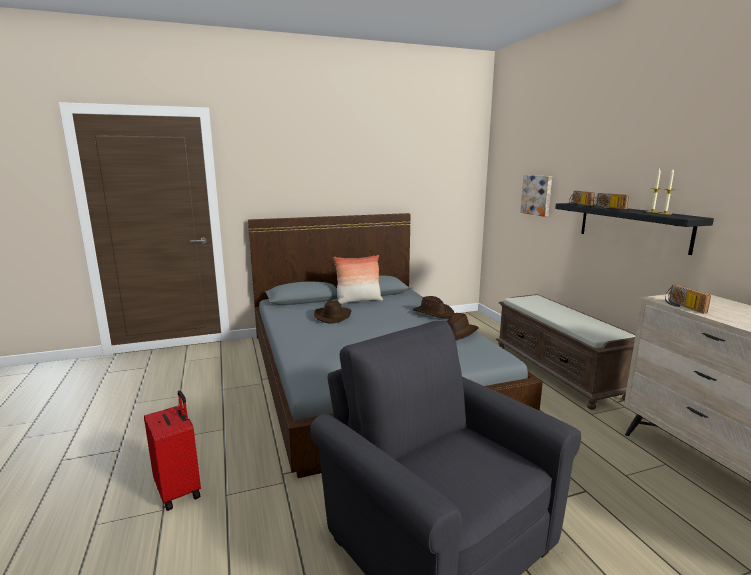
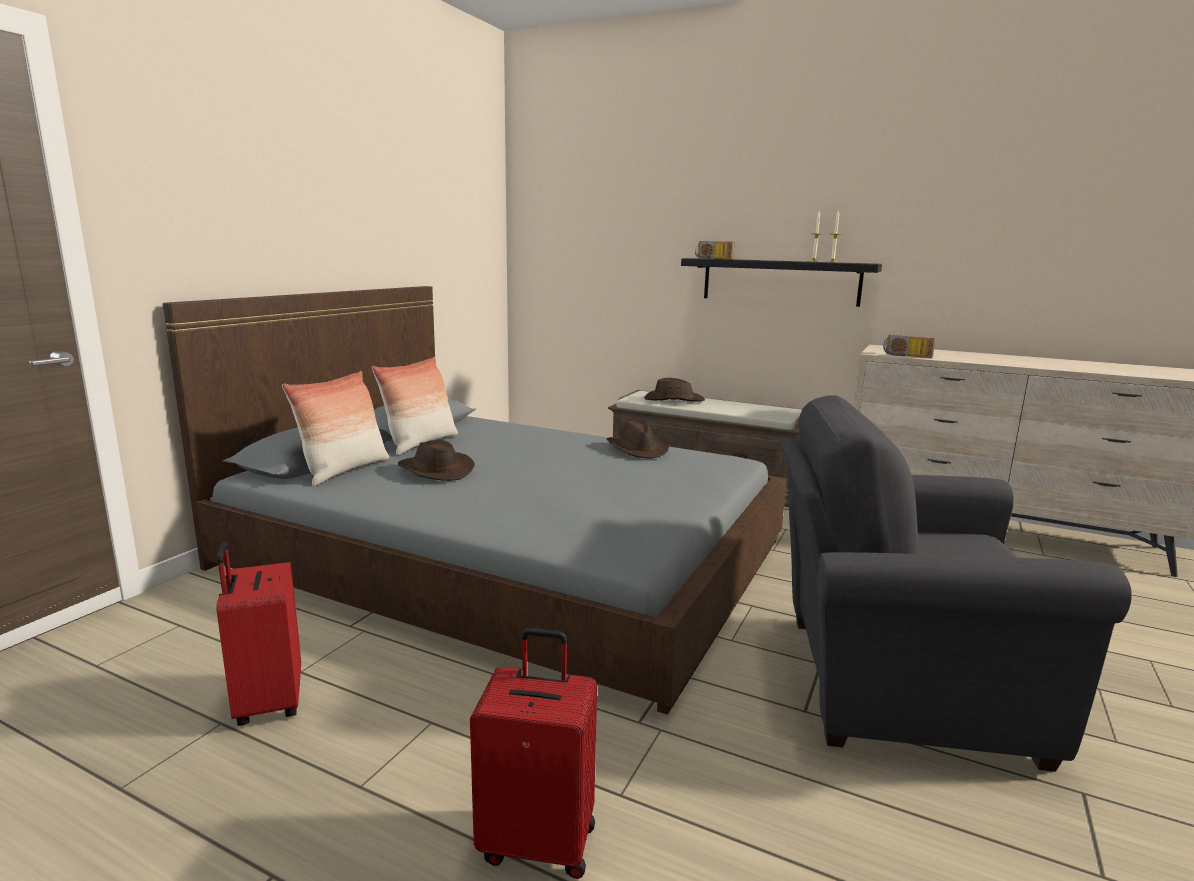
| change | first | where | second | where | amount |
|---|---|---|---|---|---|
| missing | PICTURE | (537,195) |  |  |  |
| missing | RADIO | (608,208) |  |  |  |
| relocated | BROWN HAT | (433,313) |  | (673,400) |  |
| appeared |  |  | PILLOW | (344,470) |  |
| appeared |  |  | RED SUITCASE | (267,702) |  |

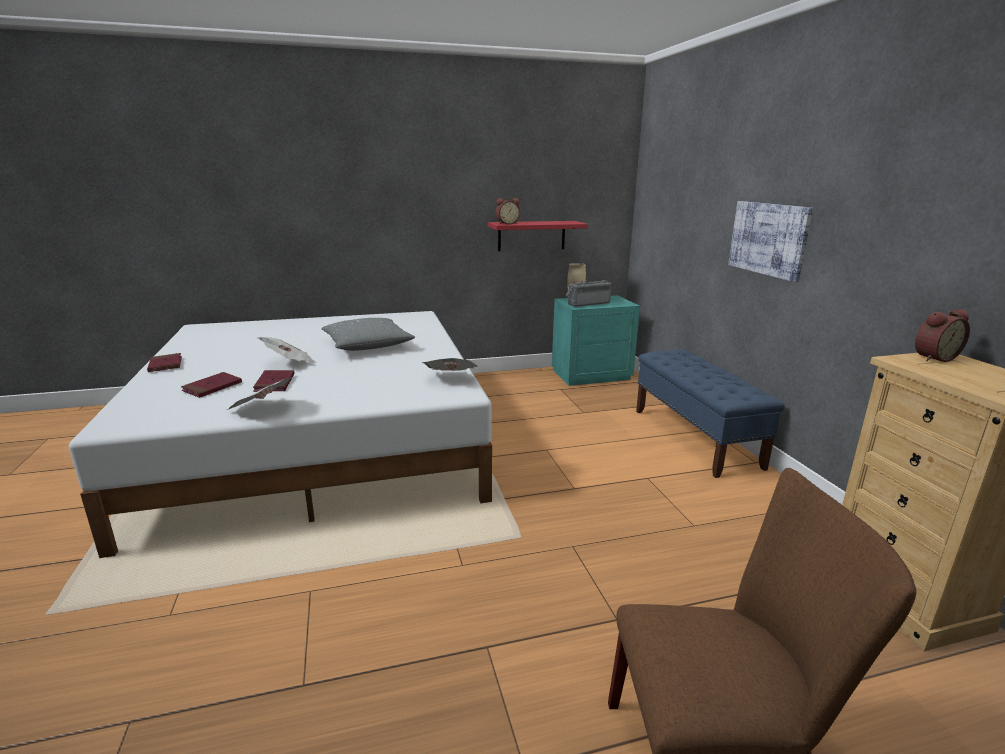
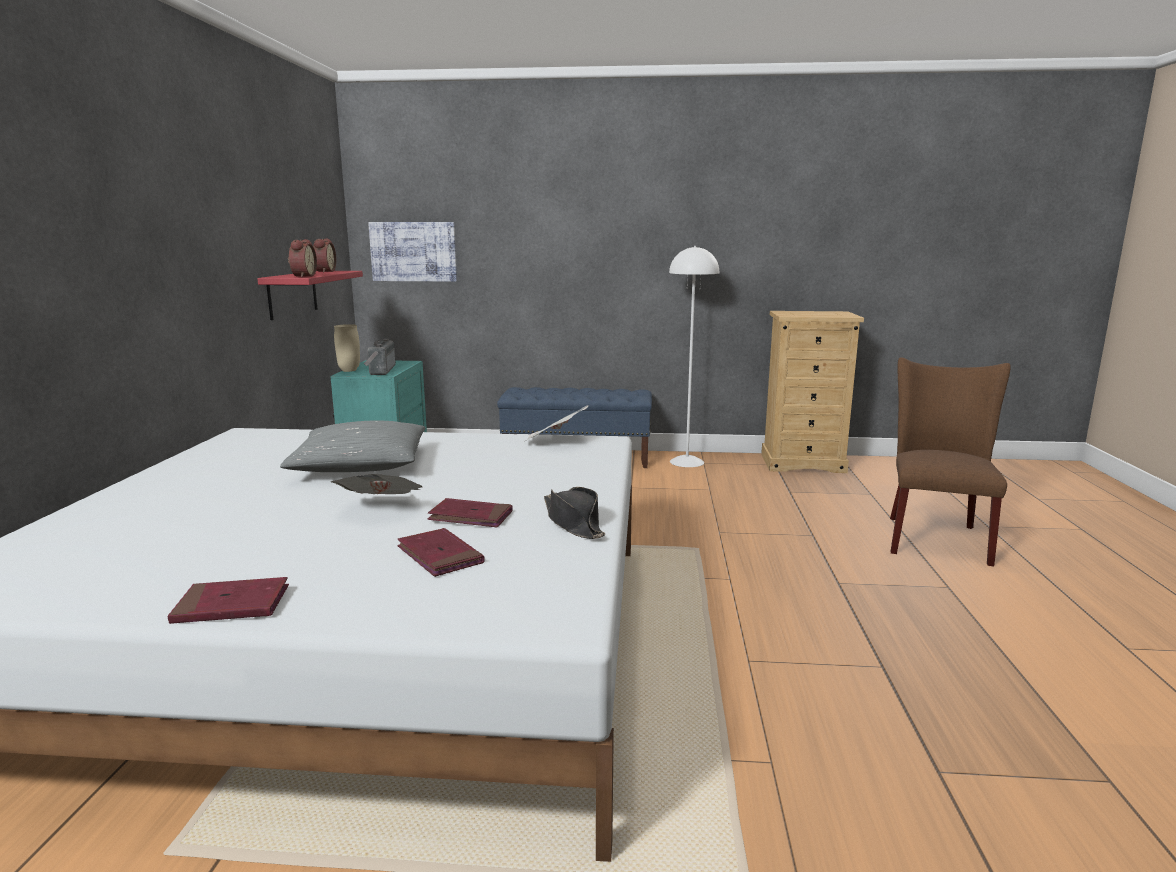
| change | first | where | second | where | amount |
|---|---|---|---|---|---|
| relocated | PICTURE | (768,239) |  | (413,251) |  |
| relocated | ALARM CLOCK | (932,357) |  | (323,271) |  |
| exchanged | NEWSPAPER | (262,409) | BLACK HAT | (573,523) |  |
| appeared |  |  | WHITE FLOOR LAMP | (687,462) |  |

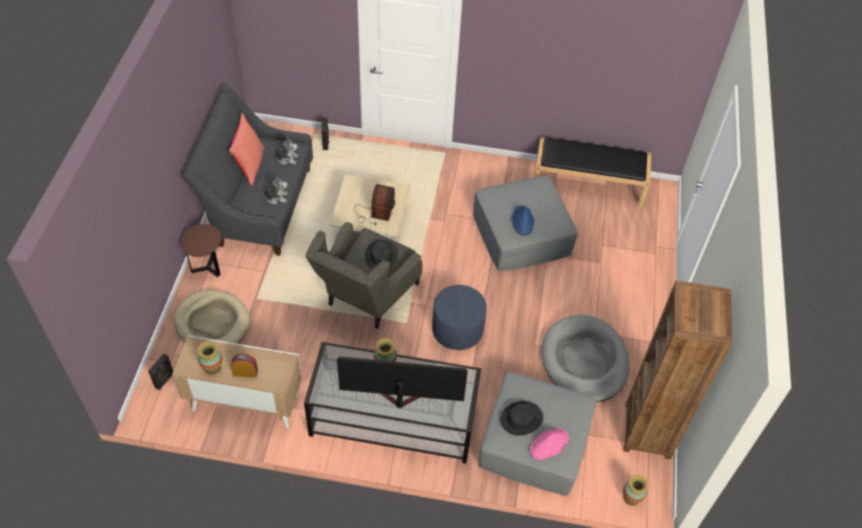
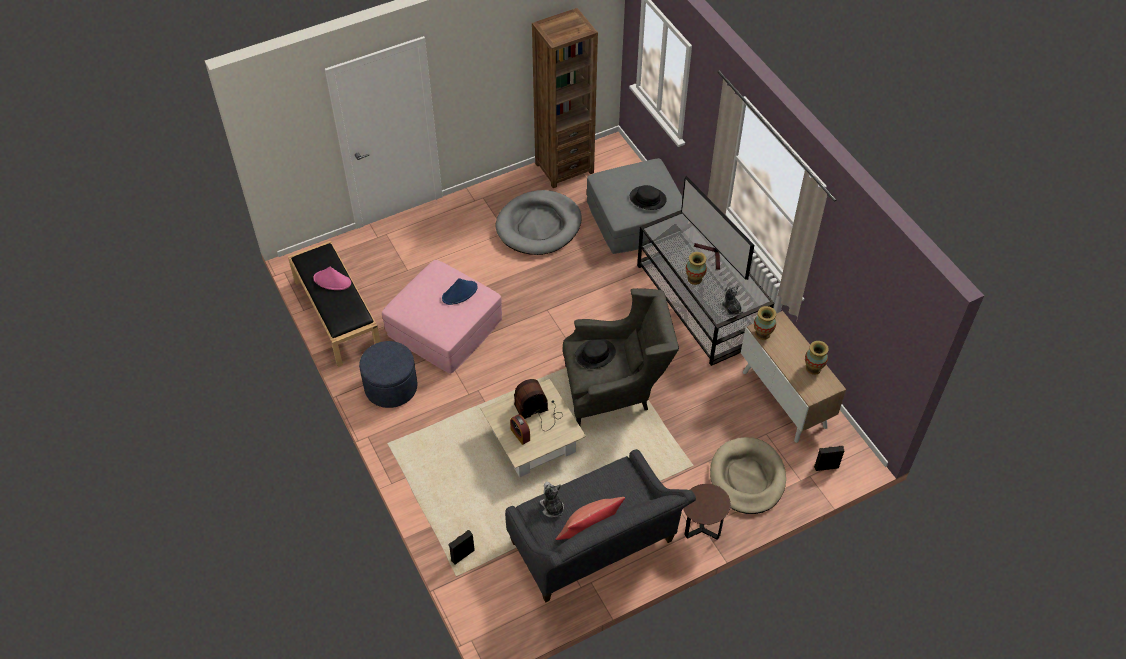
| change | first | where | second | where | amount |
|---|---|---|---|---|---|
| relocated | PLUSH TOY | (276,197) |  | (730,309) |  |
| colour | GREY OTTOMAN | (521,235) | PINK OTTOMAN | (445,327) |  |
| relocated | BLUE OTTOMAN | (457,329) |  | (391,387) |  |
| relocated | ALARM CLOCK | (245,372) |  | (520,434) |  |
| relocated | PINK HAT | (549,444) |  | (332,281) |  |
| relocated | VASE | (631,498) |  | (762,333) |  |

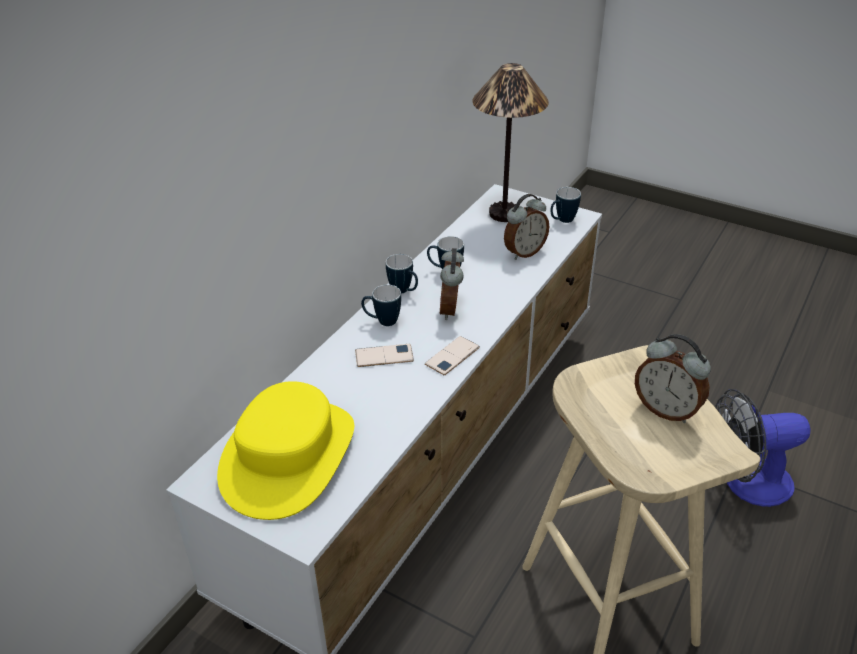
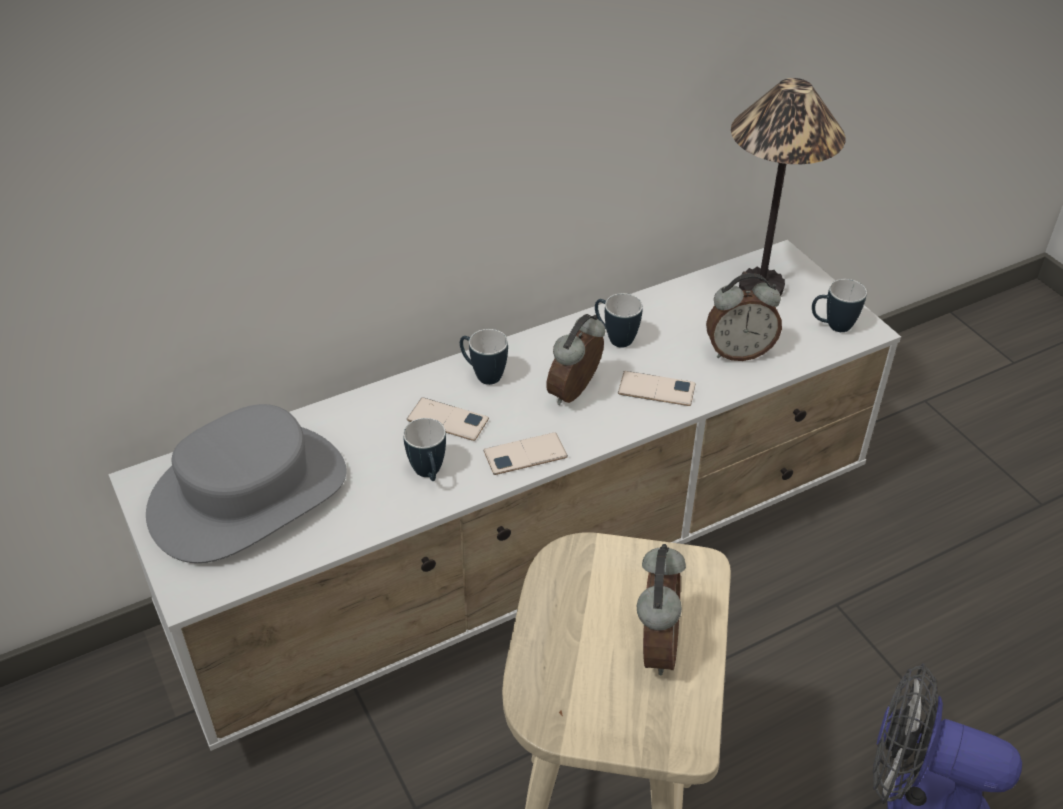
| change | first | where | second | where | amount |
|---|---|---|---|---|---|
| relocated | MUG | (404,291) |  | (429,475) |  |
| spun | ALARM CLOCK | (666,410) |  | (654,646) | 150 degrees counterclockwise |
| colour | YELLOW HAT | (288,456) | GREY HAT | (248,494) |  |
| appeared |  |  | PHONE | (656,389) |  |

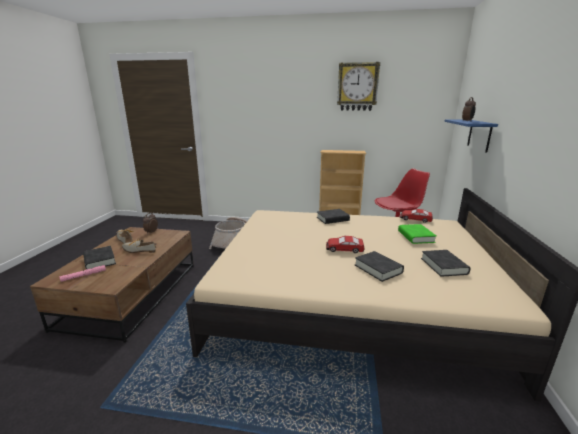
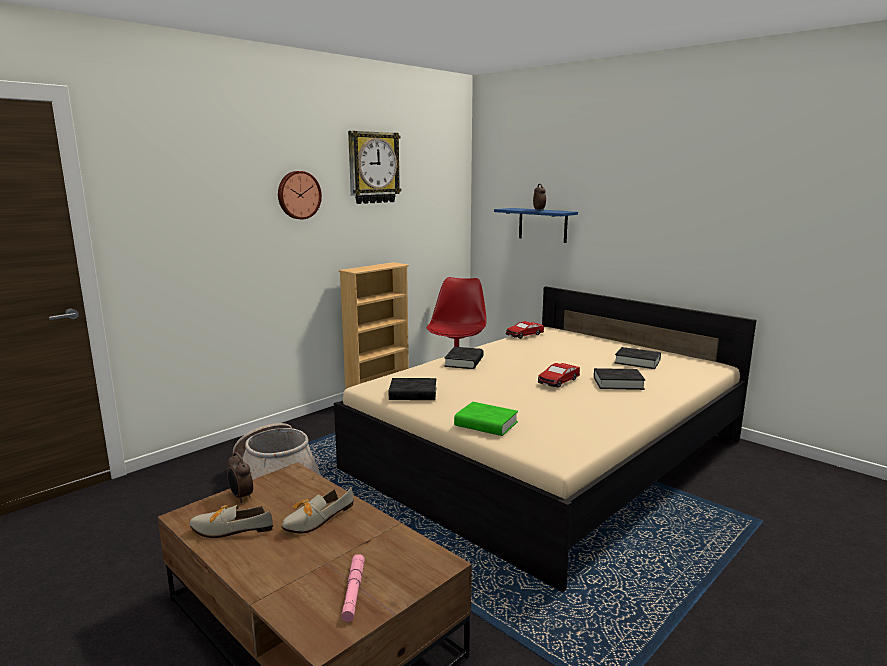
| change | first | where | second | where | amount |
|---|---|---|---|---|---|
| relocated | GREEN BOOK | (415,237) |  | (486,424) |  |
| relocated | BLACK BOOK | (99,261) |  | (413,394) |  |
| appeared |  |  | WALL CLOCK | (298,195) |  |

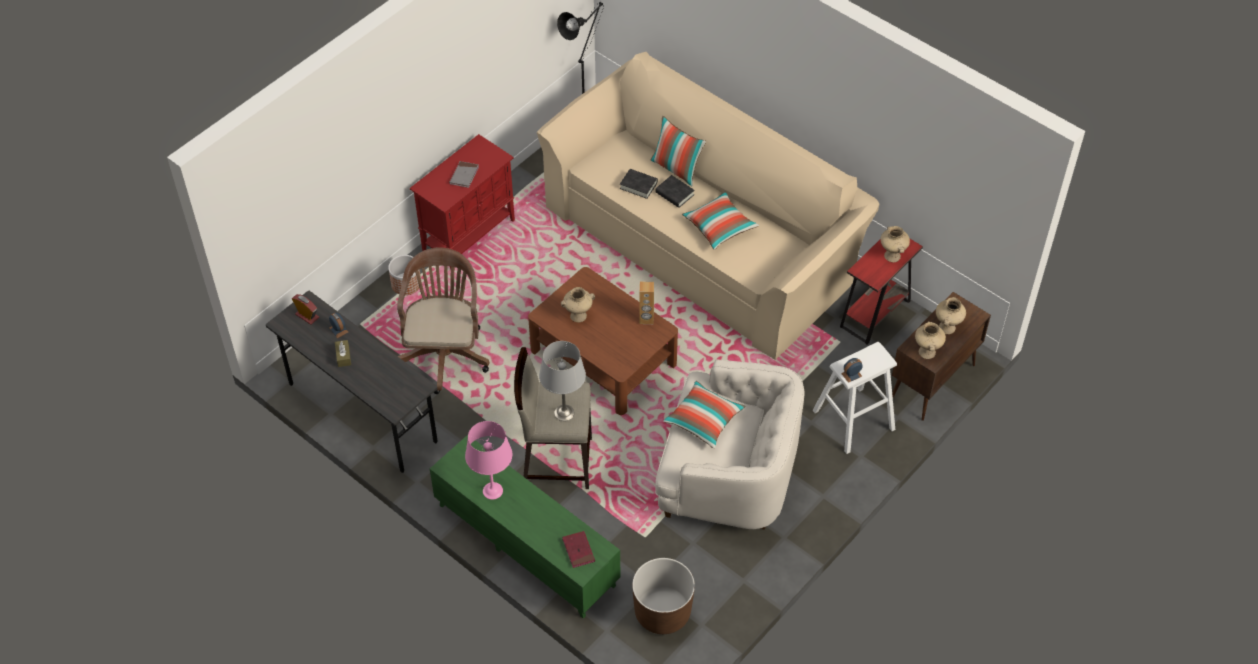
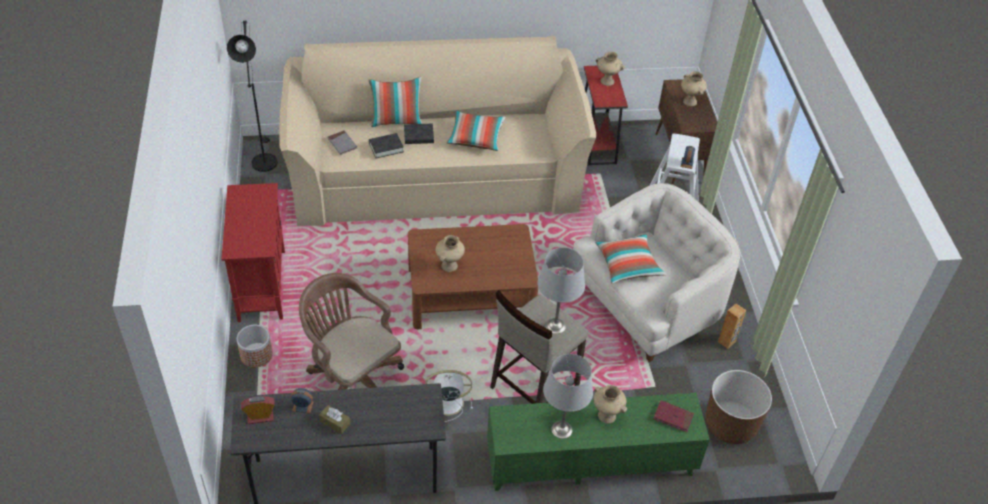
| change | first | where | second | where | amount |
|---|---|---|---|---|---|
| relocated | GREY BOOK | (464,175) |  | (342,144) |  |
| relocated | BROWN SPEAKER | (646,319) |  | (726,342) |  |
| relocated | BEIGE VASE | (926,351) |  | (606,416) |  |
| colour | PINK TABLE LAMP | (493,490) | GREY TABLE LAMP | (562,429) |  |
| appeared |  |  | WHITE FAN | (446,402) |  |

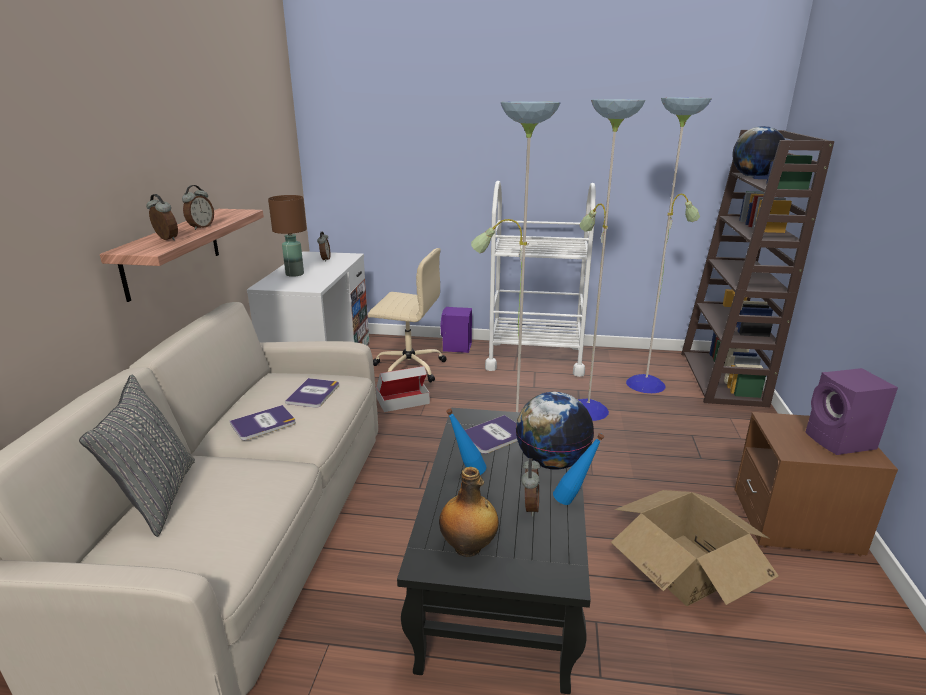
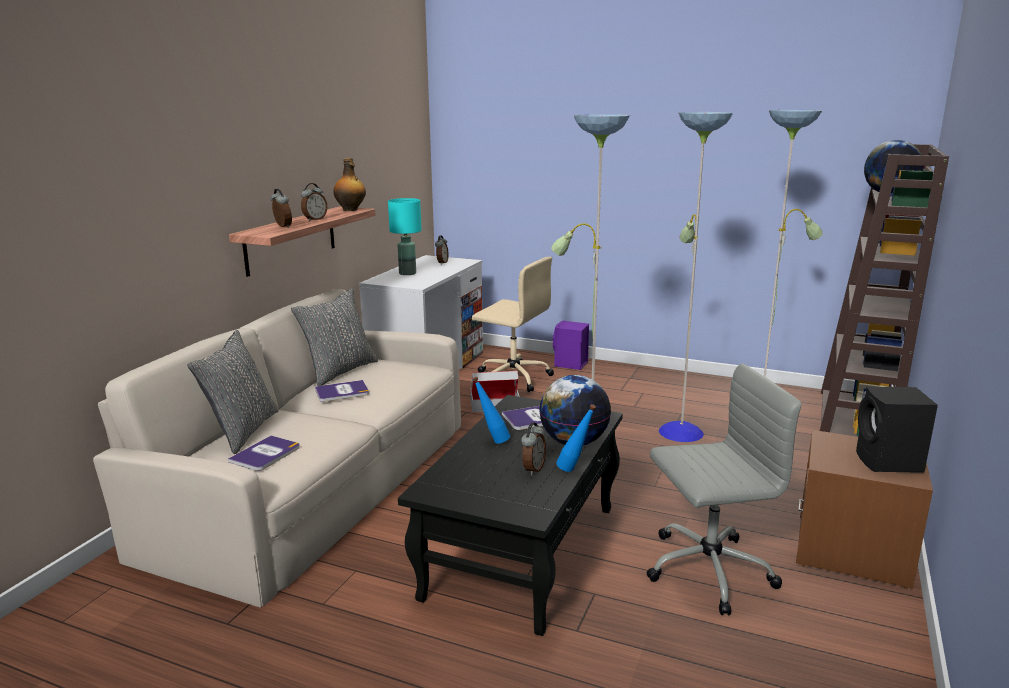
| change | first | where | second | where | amount |
|---|---|---|---|---|---|
| missing | WHITE CART | (535,358) |  |  |  |
| colour | BROWN TABLE LAMP | (295,274) | TURQUOISE TABLE LAMP | (407,273) |  |
| colour | PURPLE SPEAKER | (841,442) | BLACK SPEAKER | (889,463) |  |
| relocated | BOOK | (313,393) |  | (265,454) |  |
| relocated | BOTTLE | (468,548) |  | (350,210) |  |
| exchanged | CARDBOARD BOX | (685,568) | GREY OFFICE CHAIR | (706,570) |  |
| appeared |  |  | GREY PILLOW | (339,371) |  |

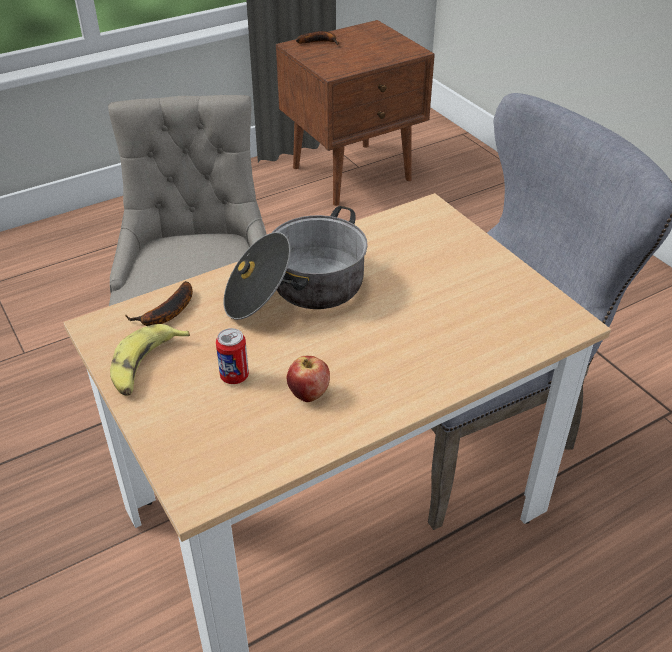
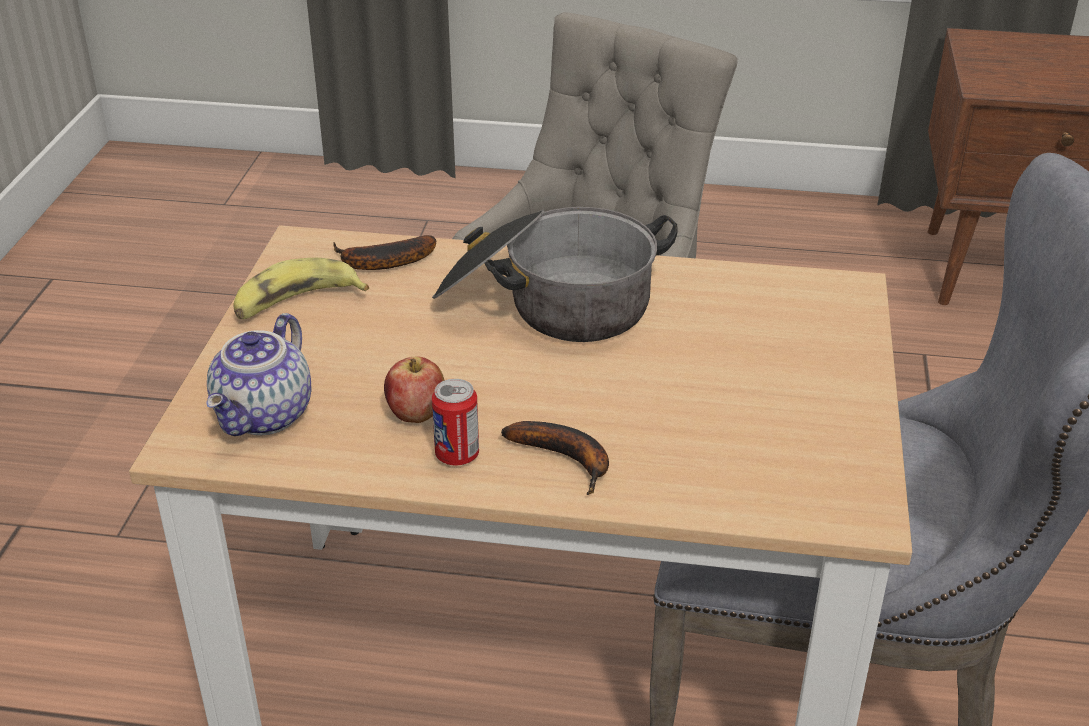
| change | first | where | second | where | amount |
|---|---|---|---|---|---|
| relocated | BANANA | (319,42) |  | (567,459) |  |
| relocated | CAN | (234,376) |  | (457,455) |  |
| appeared |  |  | TEAPOT | (266,416) |  |

